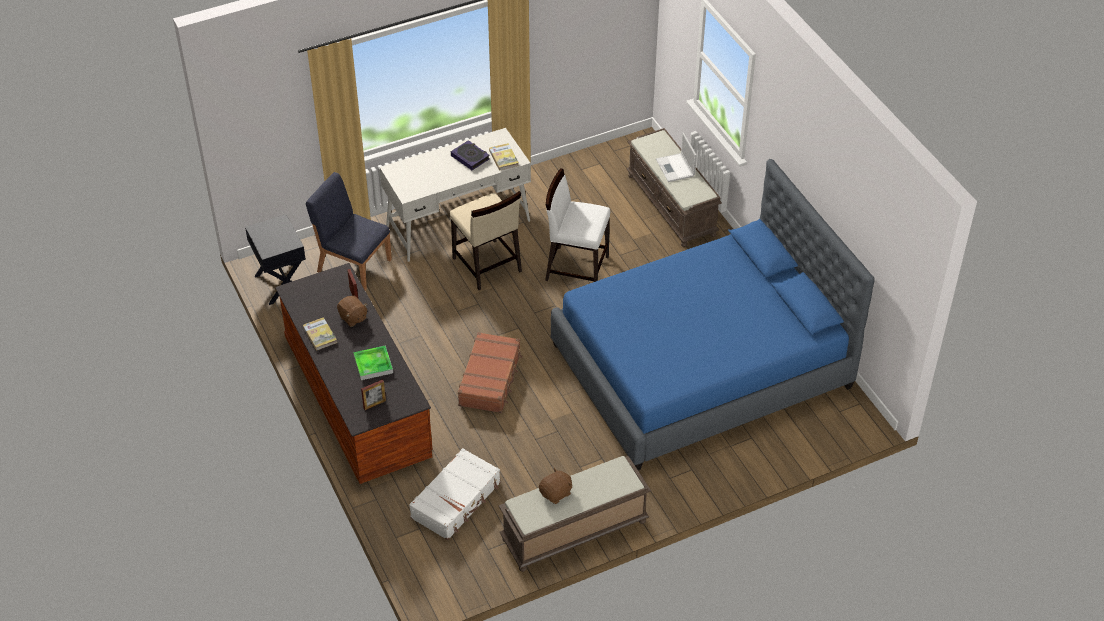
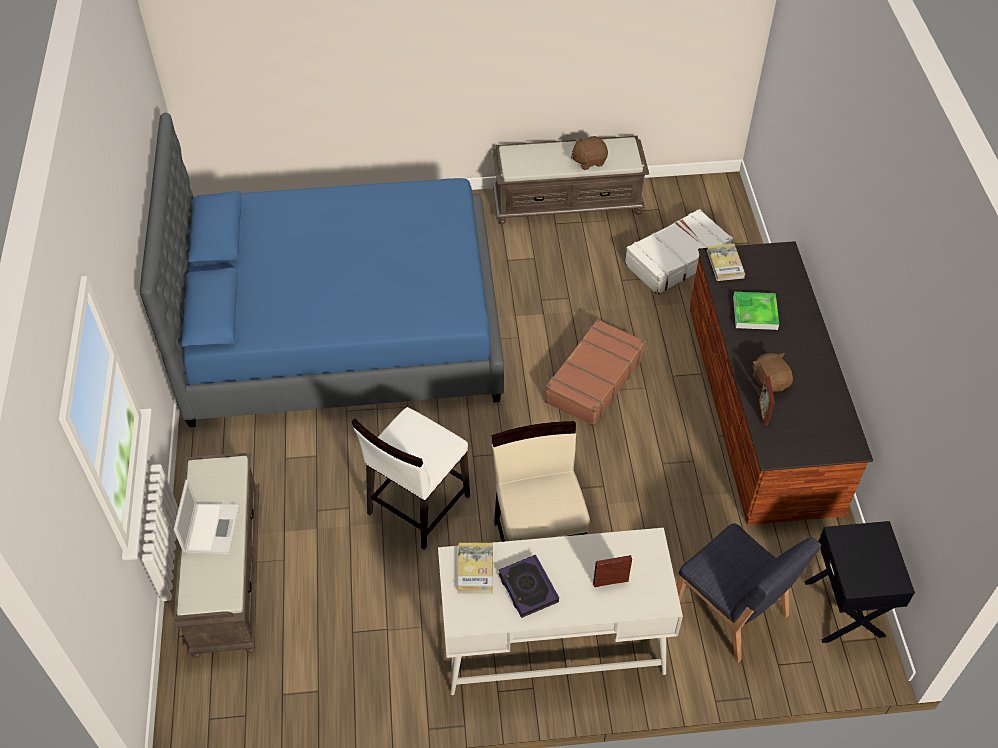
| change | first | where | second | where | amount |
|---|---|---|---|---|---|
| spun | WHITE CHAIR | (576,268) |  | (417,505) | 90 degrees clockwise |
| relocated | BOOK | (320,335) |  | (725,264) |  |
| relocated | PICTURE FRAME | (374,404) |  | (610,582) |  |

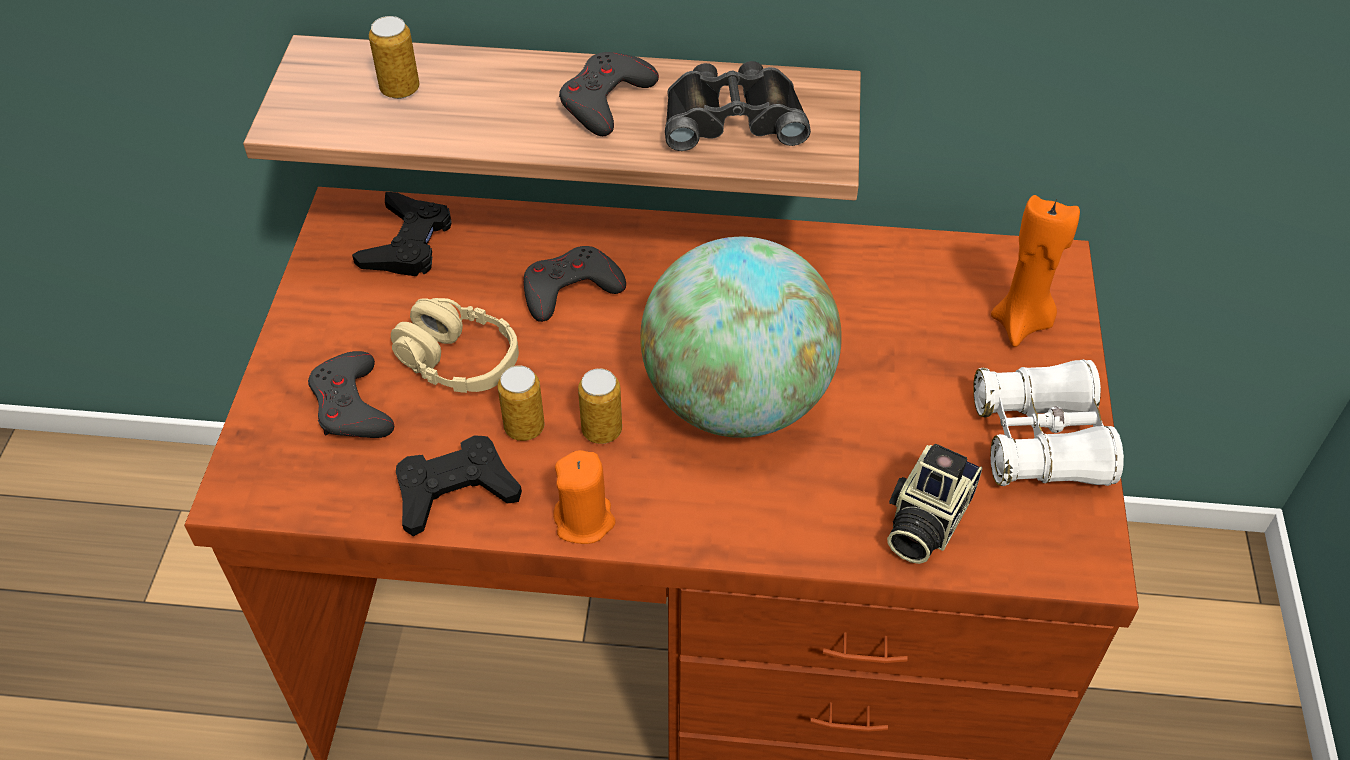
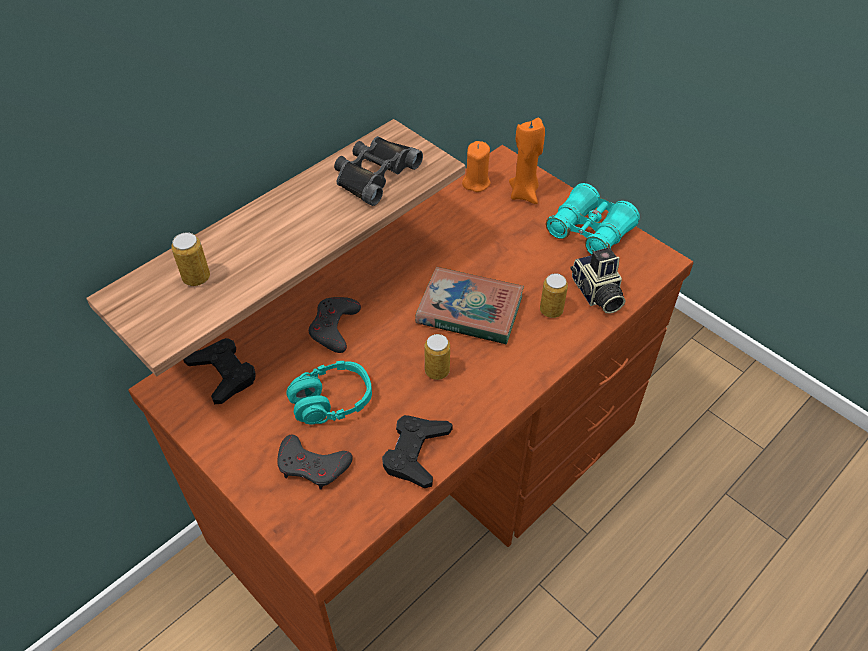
| change | first | where | second | where | amount |
|---|---|---|---|---|---|
| missing | GREY GAME CONTROLLER | (605,100) |  |  |  |
| exchanged | GLOBE | (737,399) | BOOK | (469,310) |  |
| colour | BEIGE HEADPHONES | (458,361) | TURQUOISE HEADPHONES | (331,401) |  |
| colour | WHITE BINOCULARS | (1040,440) | TURQUOISE BINOCULARS | (590,231) |  |
| relocated | CAN | (524,427) |  | (551,310) |  |
| relocated | ORANGE CANDLE | (584,521) |  | (476,183) |  |

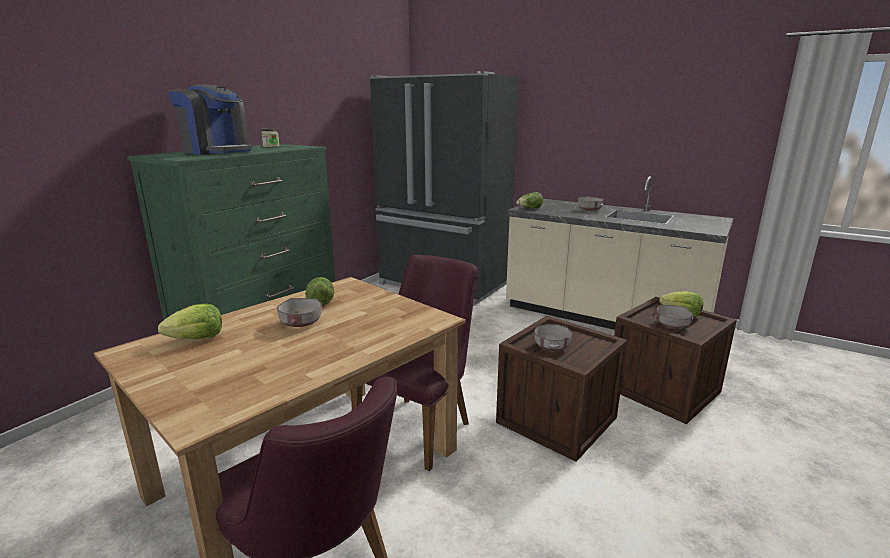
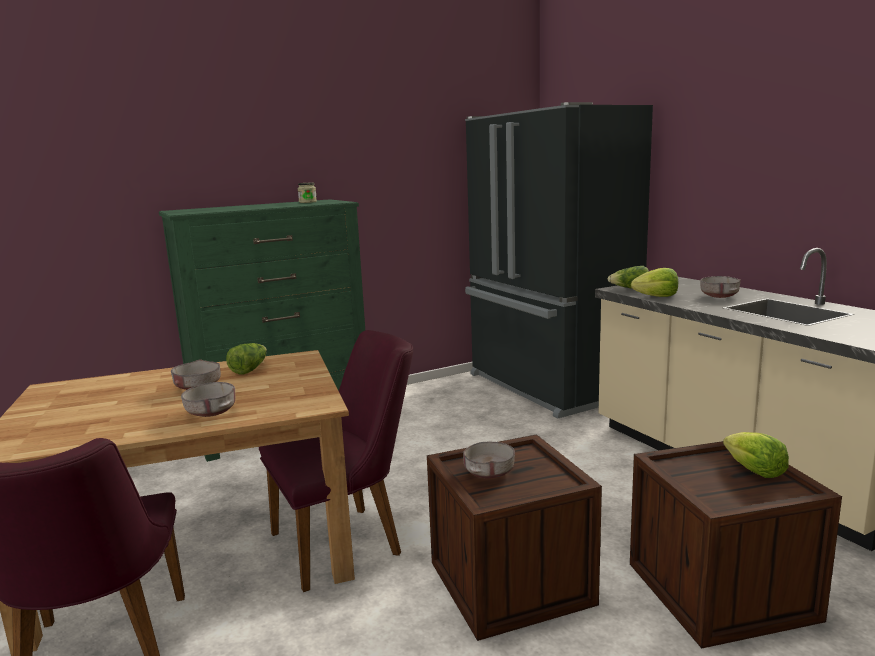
| change | first | where | second | where | amount |
|---|---|---|---|---|---|
| missing | COFFEE MACHINE | (217,151) |  |  |  |
| relocated | LETTUCE | (197,338) |  | (657,296) |  |
| relocated | GREY BOWL | (671,325) |  | (211,413) |  |

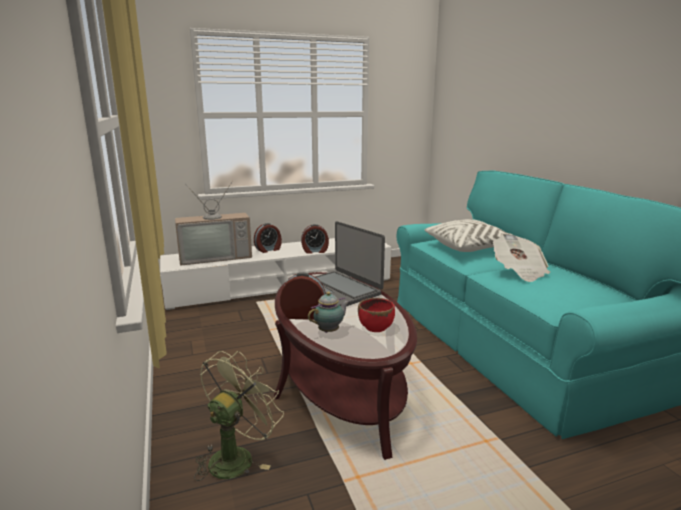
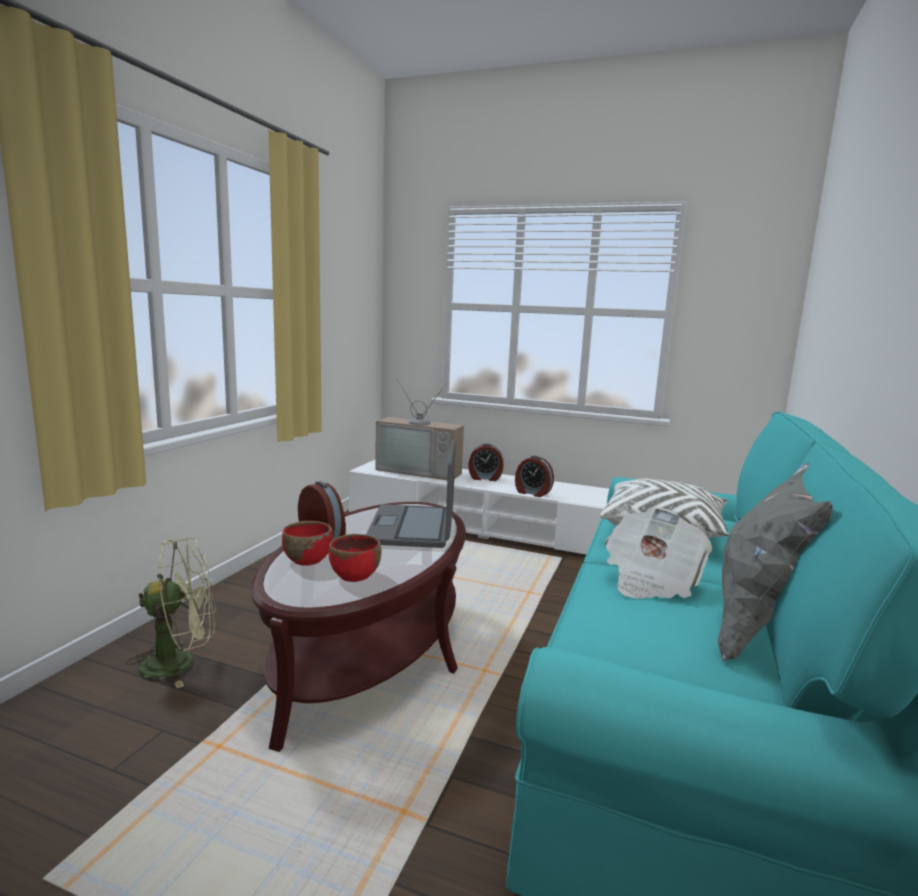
| change | first | where | second | where | amount |
|---|---|---|---|---|---|
| exchanged | TEAPOT | (330,331) | RED BOWL | (307,560) |  |
| appeared |  |  | GREY PILLOW | (759,627) |  |

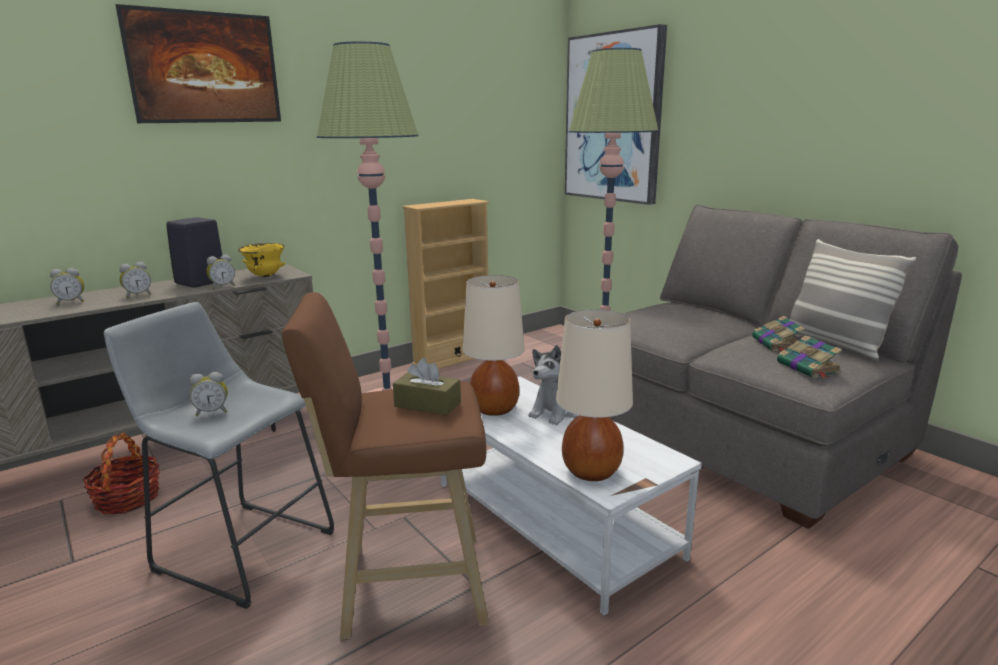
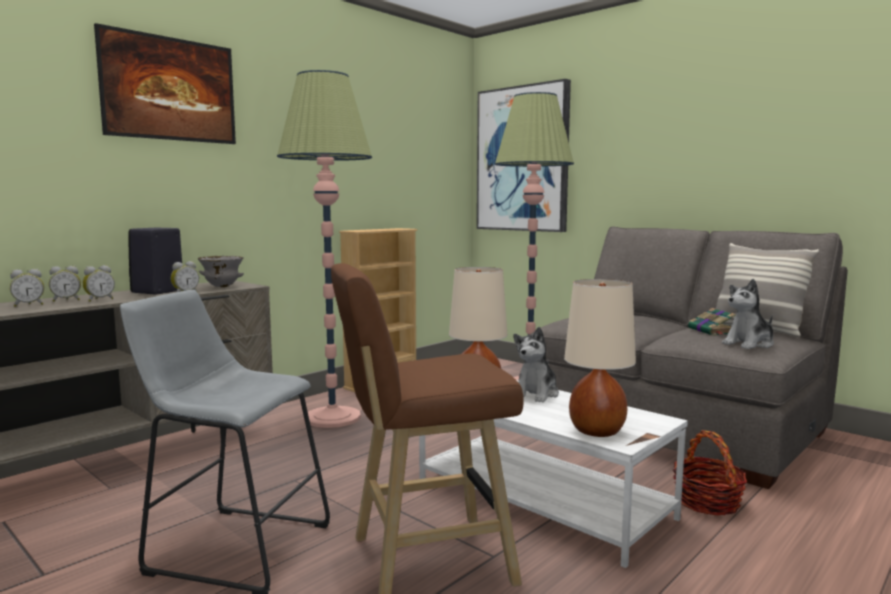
| change | first | where | second | where | amount |
|---|---|---|---|---|---|
| colour | YELLOW BOWL | (265,276) | GREY BOWL | (221,287) |  |
| exchanged | BOOK | (809,368) | PLUSH TOY | (749,344) |  |
| missing | BROWN TISSUE BOX | (427,405) |  |  |  |
| relocated | ALARM CLOCK | (212,412) |  | (66,300) |  |
| relocated | BASKET | (127,499) |  | (707,502) |  |

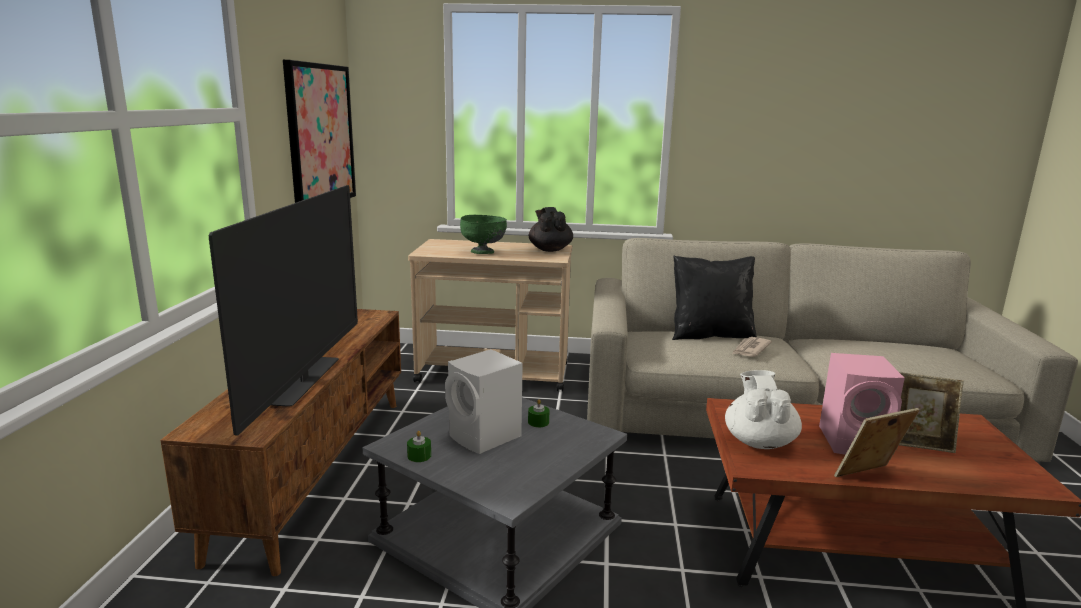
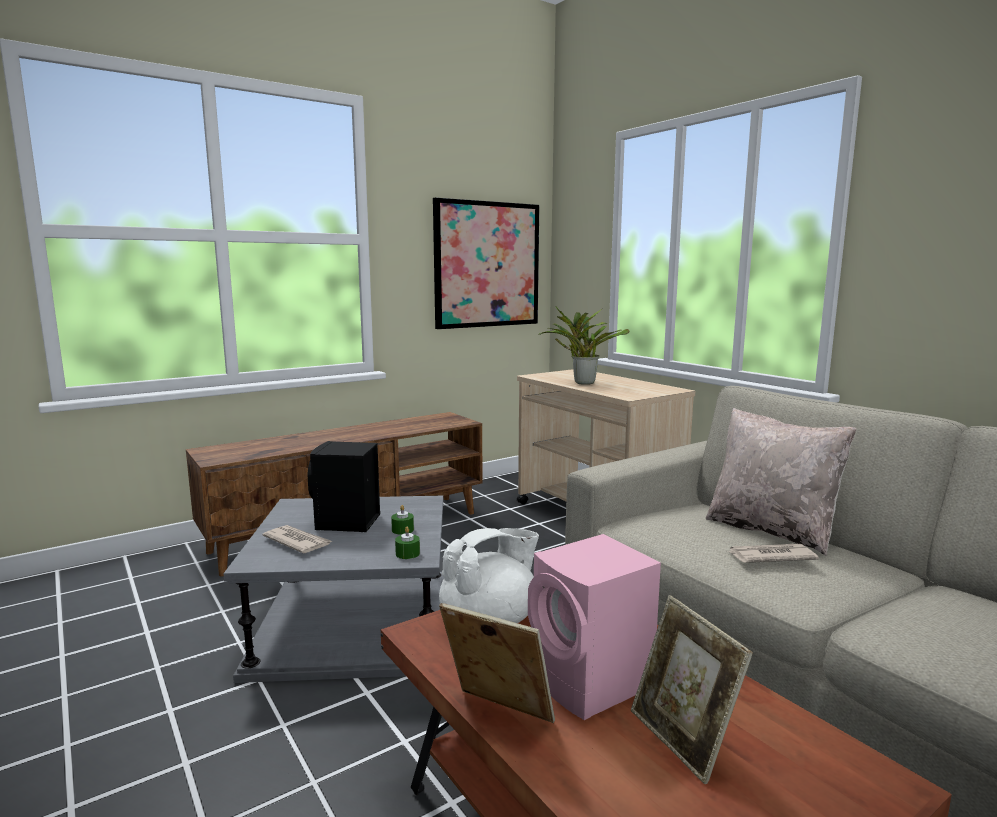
| change | first | where | second | where | amount |
|---|---|---|---|---|---|
| missing | TELEVISION | (306,381) |  |  |  |
| missing | BLACK TEAPOT | (550,249) |  |  |  |
| exchanged | GREEN BOWL | (483,252) | POTTED PLANT | (581,382) |  |
| colour | BLACK PILLOW | (710,335) | BEIGE PILLOW | (771,530) |  |
| colour | WHITE SPEAKER | (486,437) | BLACK SPEAKER | (346,523) |  |
| relocated | GREEN CANDLE | (419,456) |  | (407,553) |  |
| appeared |  |  | NEWSPAPER | (297,542) |  |

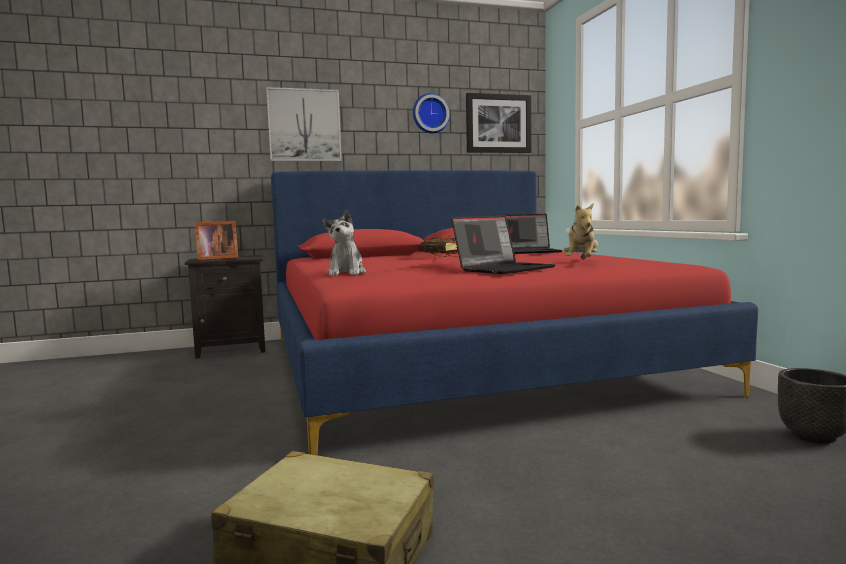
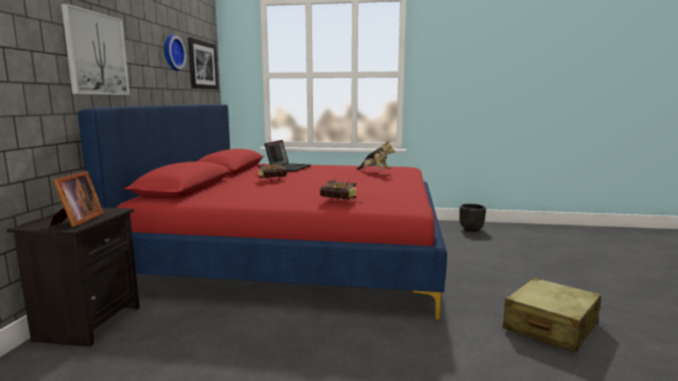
| change | first | where | second | where | amount |
|---|---|---|---|---|---|
| exchanged | PLUSH TOY | (346,273) | BOOK | (342,202) |  |
| missing | LAPTOP | (504,269) |  |  |  |

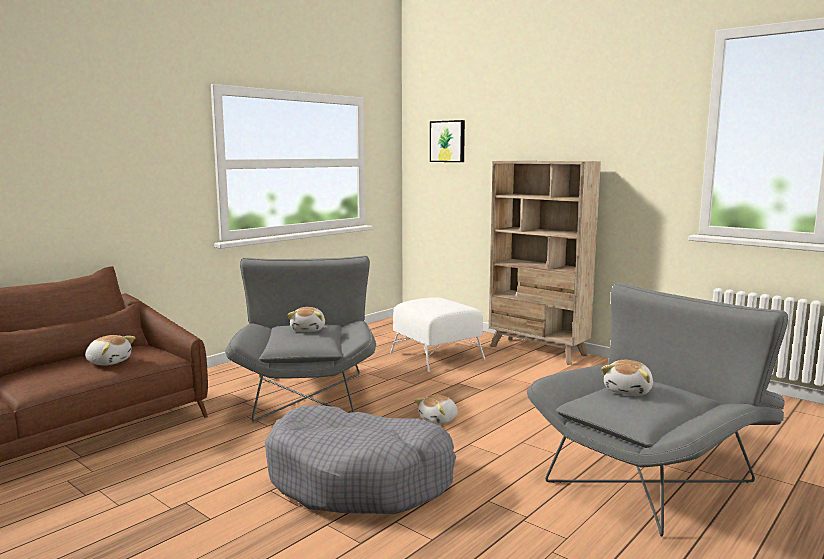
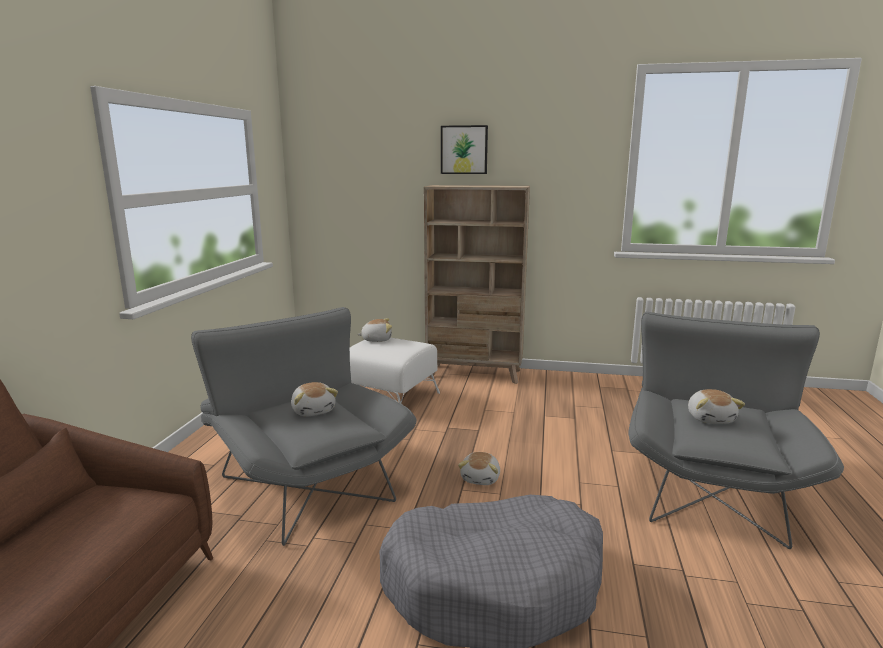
| change | first | where | second | where | amount |
|---|---|---|---|---|---|
| relocated | PICTURE | (448,141) |  | (464,150) |  |
| relocated | PLUSH TOY | (109,362) |  | (376,339) |  |

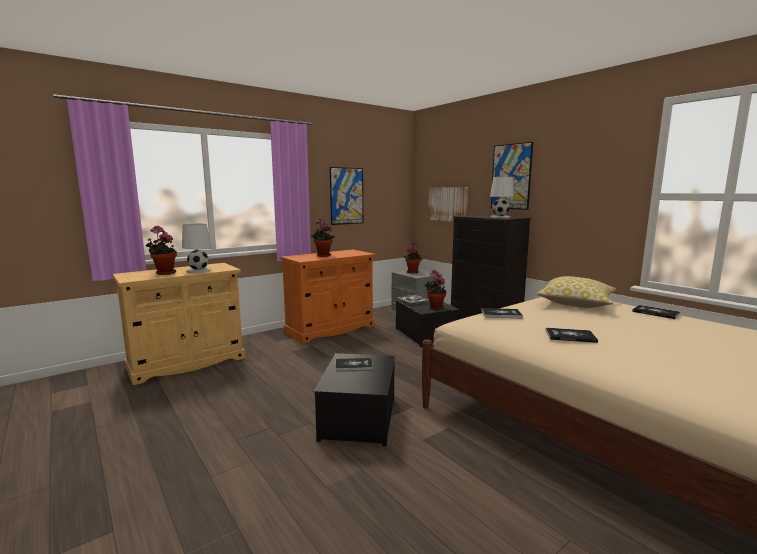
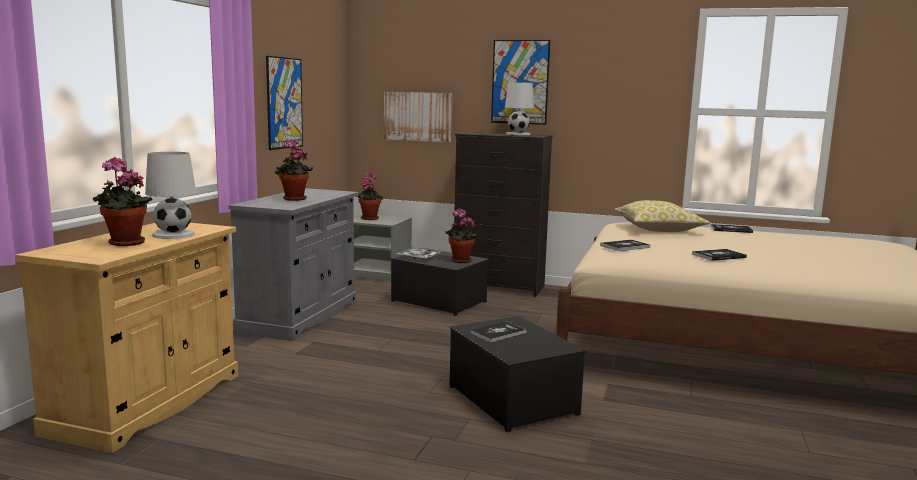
| change | first | where | second | where | amount |
|---|---|---|---|---|---|
| colour | ORANGE CABINET | (330,329) | GREY CABINET | (300,316) |  |

